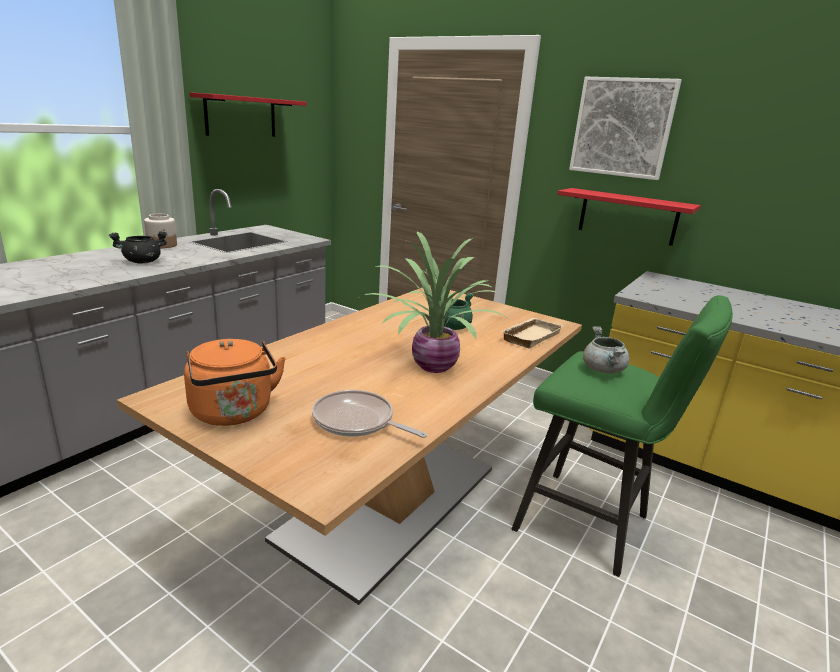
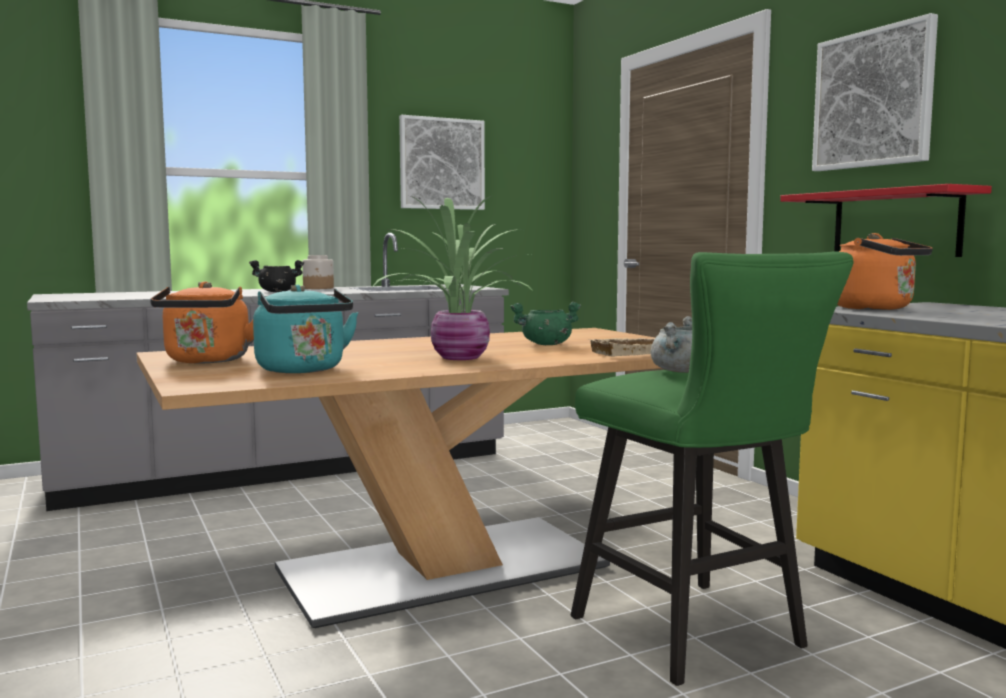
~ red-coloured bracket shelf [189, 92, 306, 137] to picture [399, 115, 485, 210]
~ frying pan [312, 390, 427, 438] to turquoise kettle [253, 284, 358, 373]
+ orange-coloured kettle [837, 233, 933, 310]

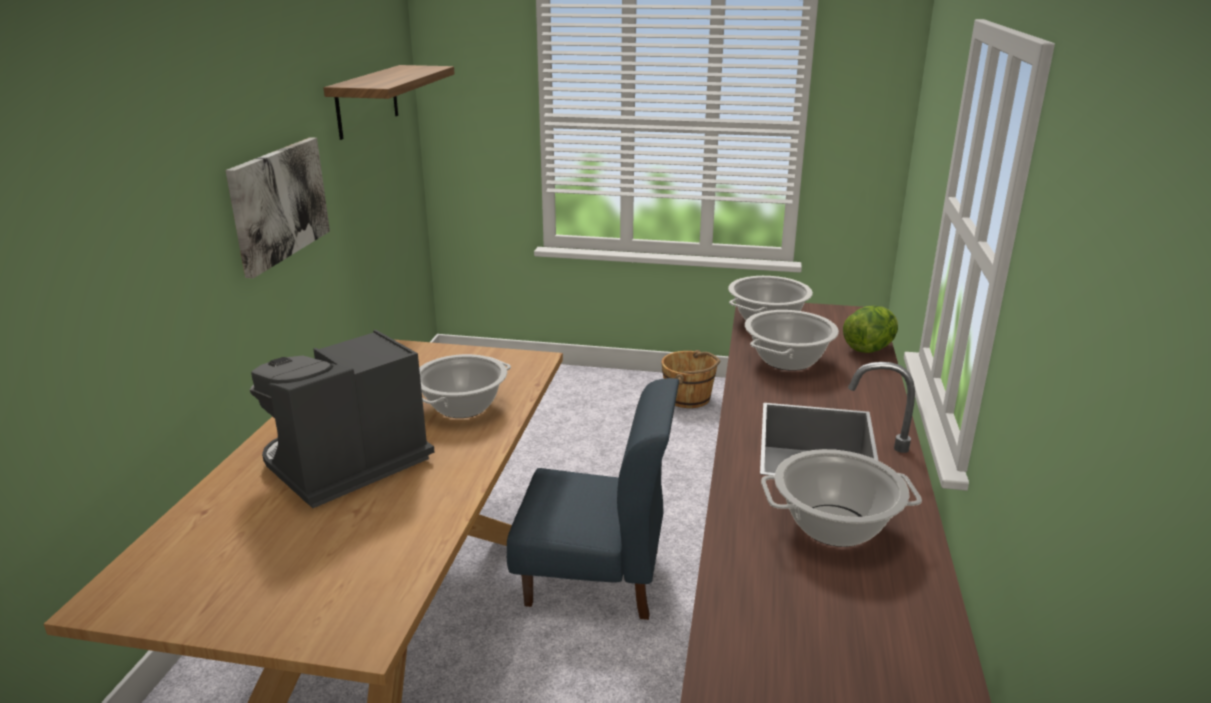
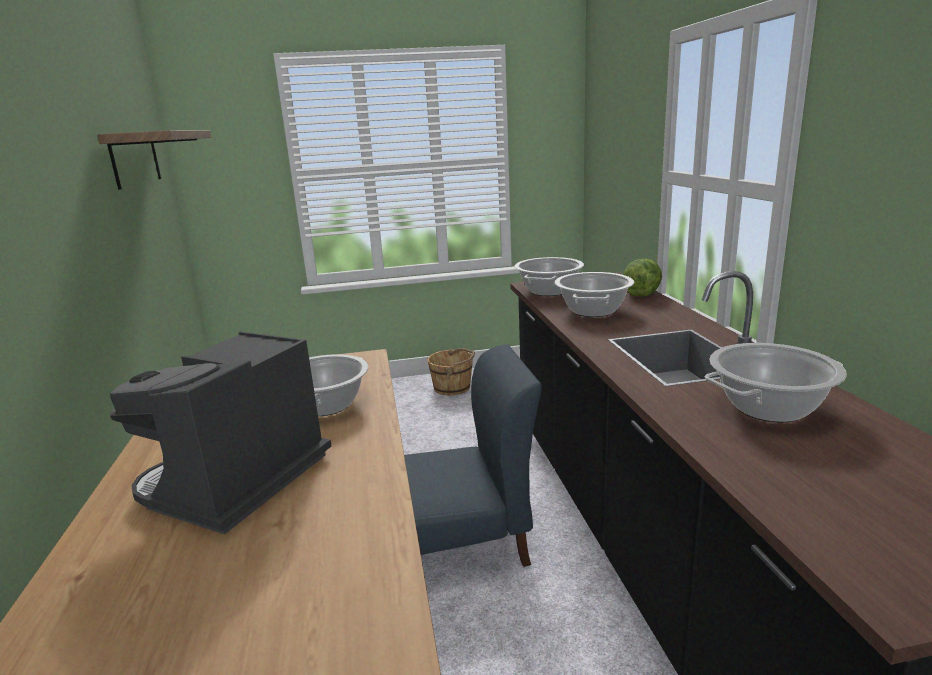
- picture [225, 137, 330, 278]

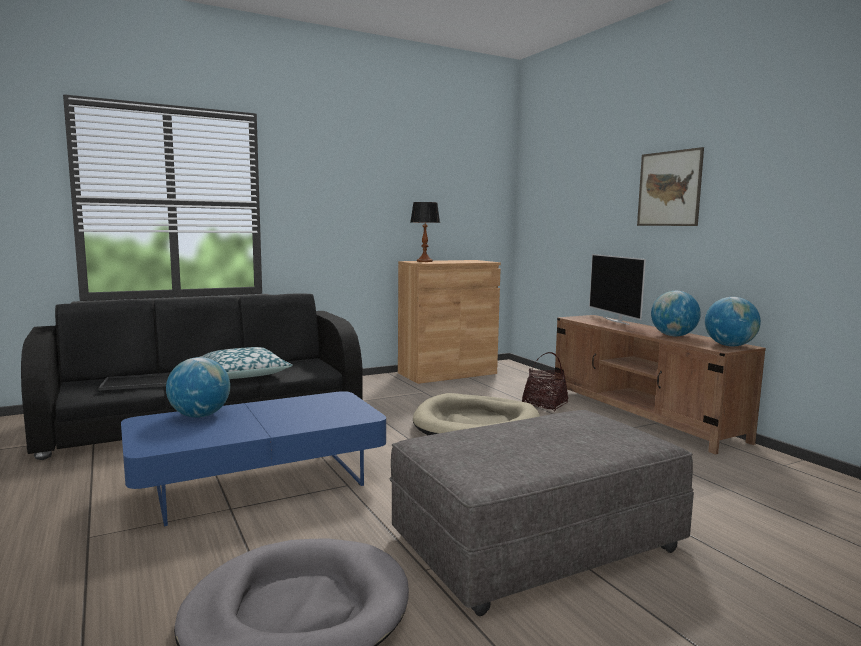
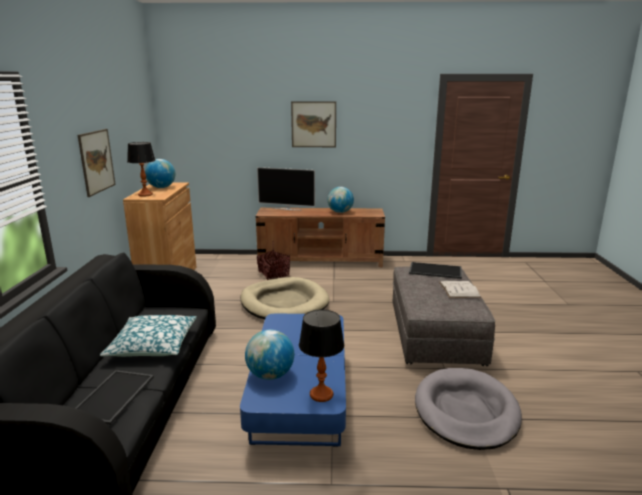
~ desk globe [705, 297, 761, 347] to [145, 159, 176, 188]
+ picture [77, 129, 116, 197]
+ table lamp [299, 310, 344, 402]
+ serving tray [409, 262, 462, 279]
+ whitish volume [439, 281, 481, 298]

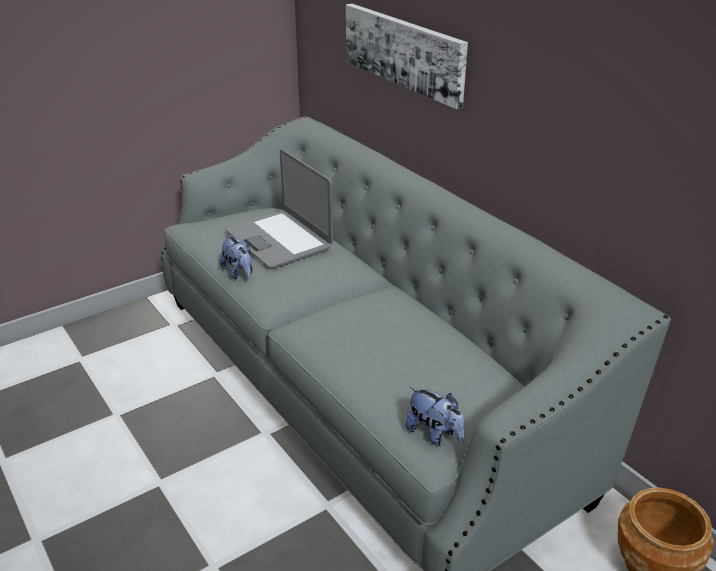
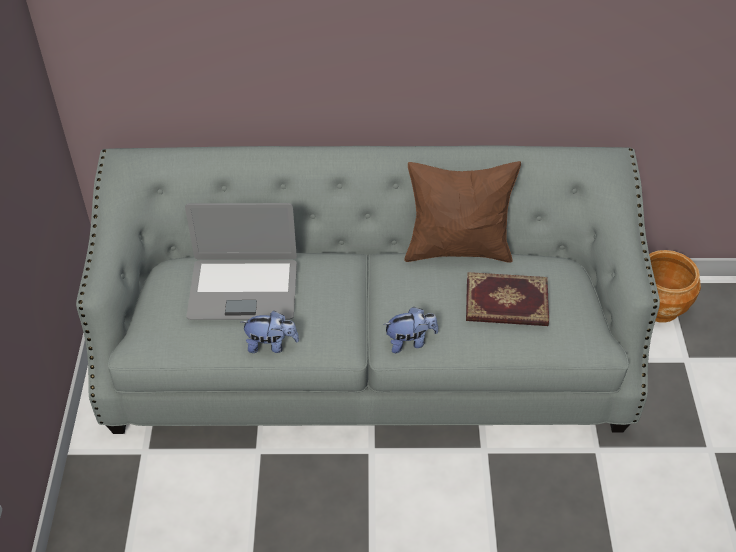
- picture [346, 4, 468, 109]
~ cuddly toy [405, 387, 465, 446] to [383, 307, 438, 353]
+ brownish throw pillow [405, 161, 521, 263]
+ volume [466, 272, 549, 326]

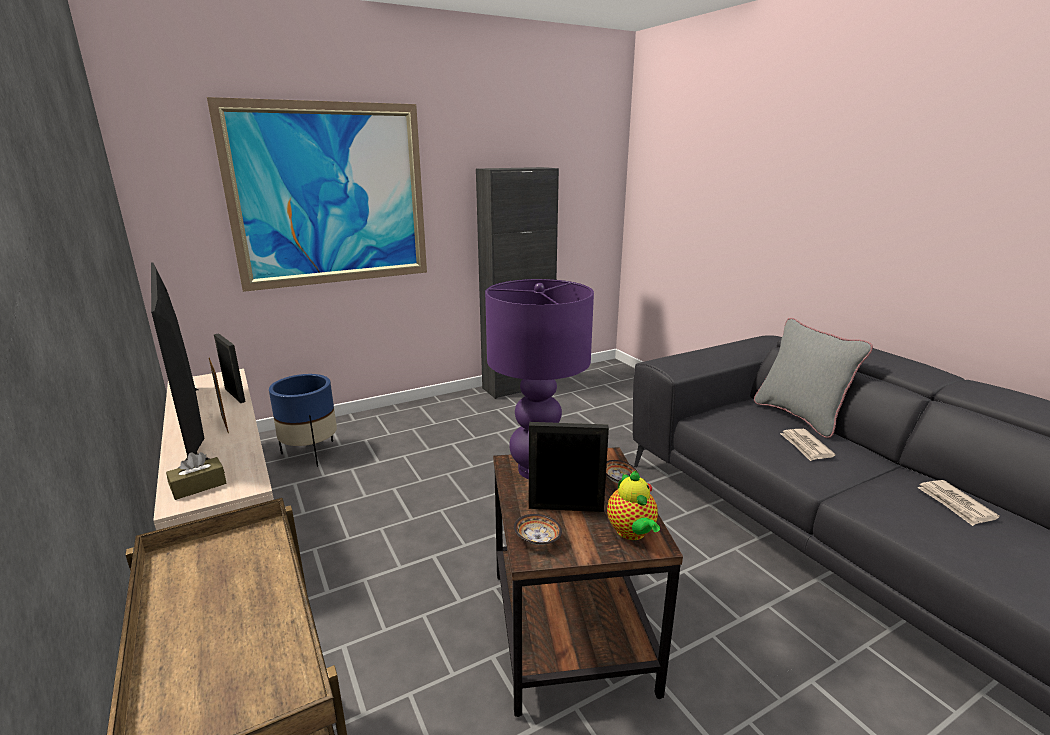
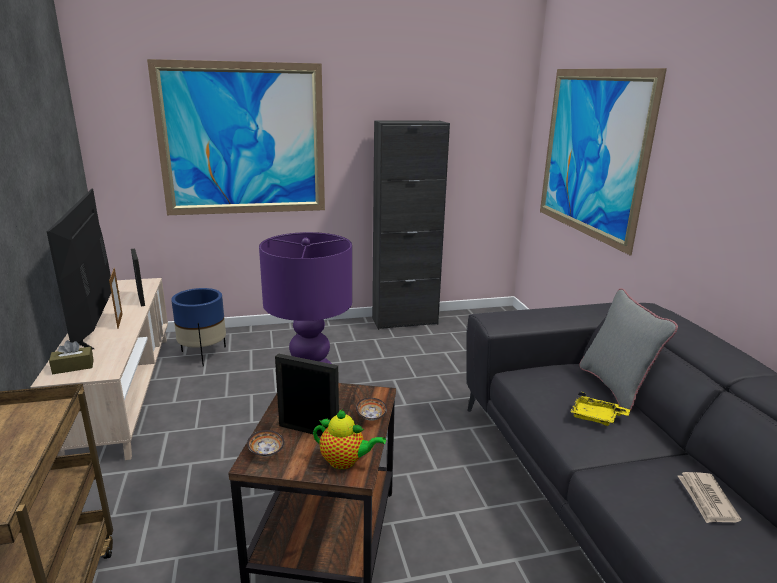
~ teapot [607, 471, 660, 540] = [313, 409, 386, 469] 75 degrees counterclockwise
~ daily paper [780, 429, 836, 461] to yellowish serving tray [570, 391, 630, 426]
+ picture [540, 68, 667, 256]

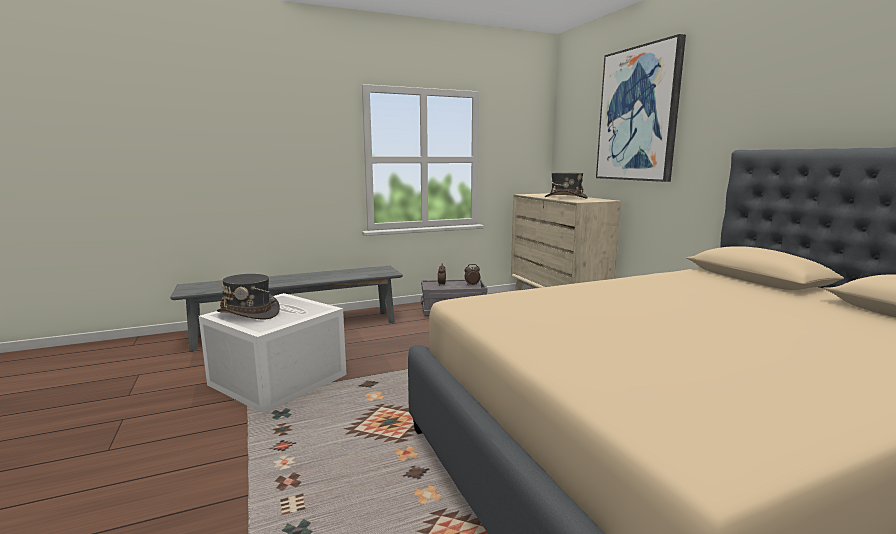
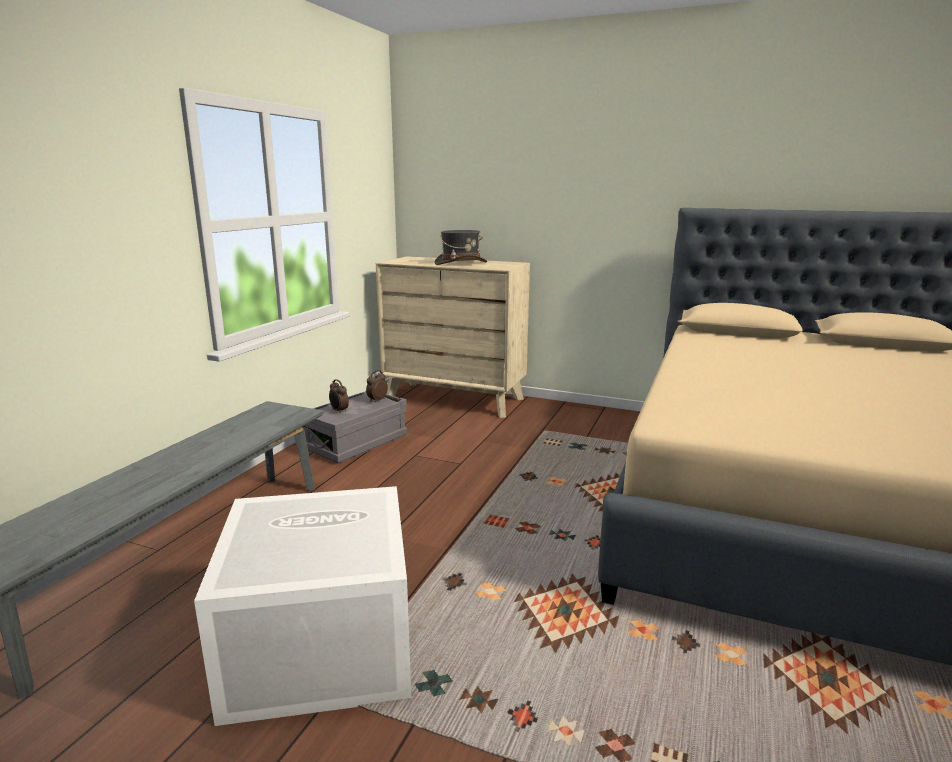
- gray hat [217, 274, 280, 320]
- picture [596, 34, 686, 182]

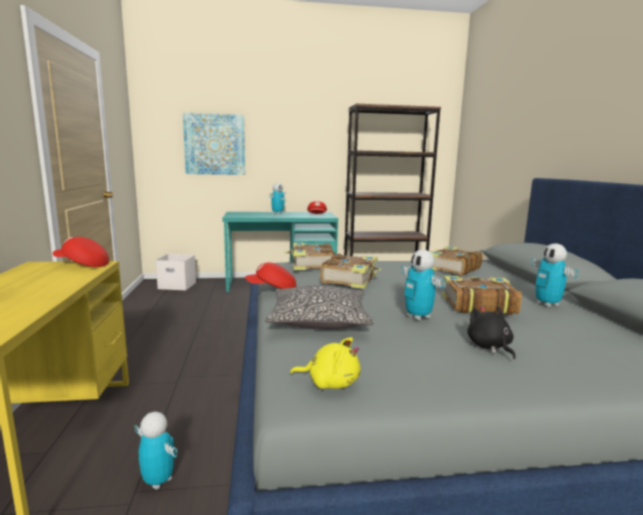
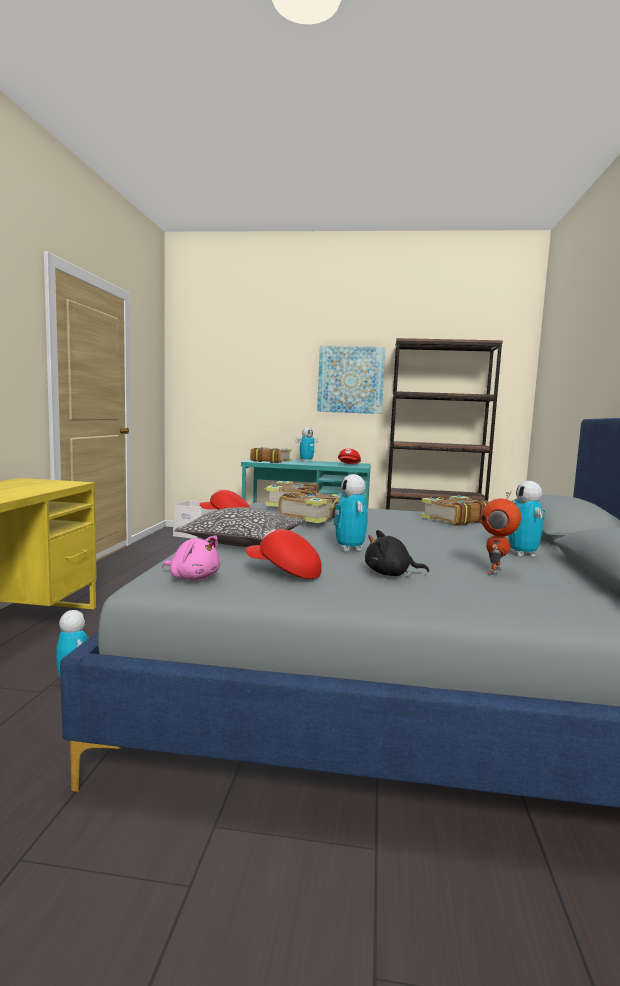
~ red-coloured cap [53, 237, 109, 267] to [246, 529, 322, 579]
~ picture [183, 113, 245, 175] to [317, 345, 386, 414]
~ yellowish cuddly toy [290, 337, 361, 389] to pink cuddly toy [162, 535, 220, 580]
~ volume [442, 276, 522, 315] to [250, 447, 292, 463]
~ black-coloured cuddly toy [467, 306, 515, 359] = [365, 530, 429, 576] 90 degrees counterclockwise
+ toy robot [481, 491, 521, 576]

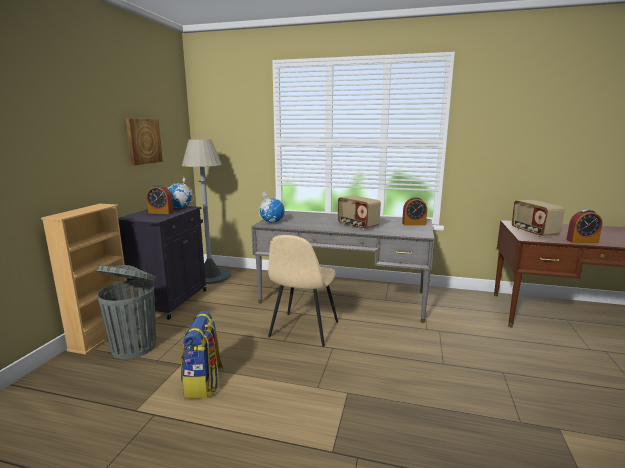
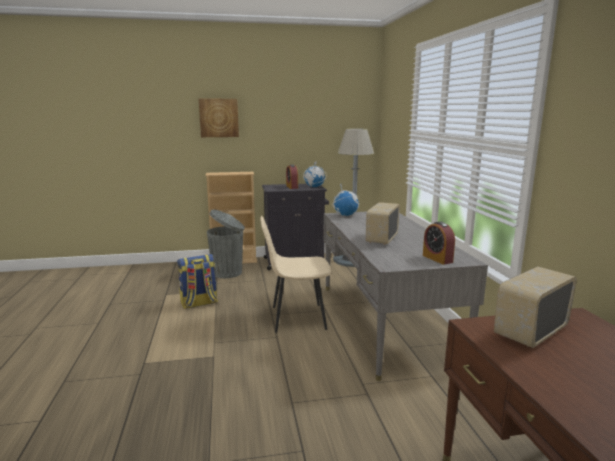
~ picture [126, 118, 163, 165] to [199, 99, 239, 137]
- alarm clock [566, 210, 603, 243]

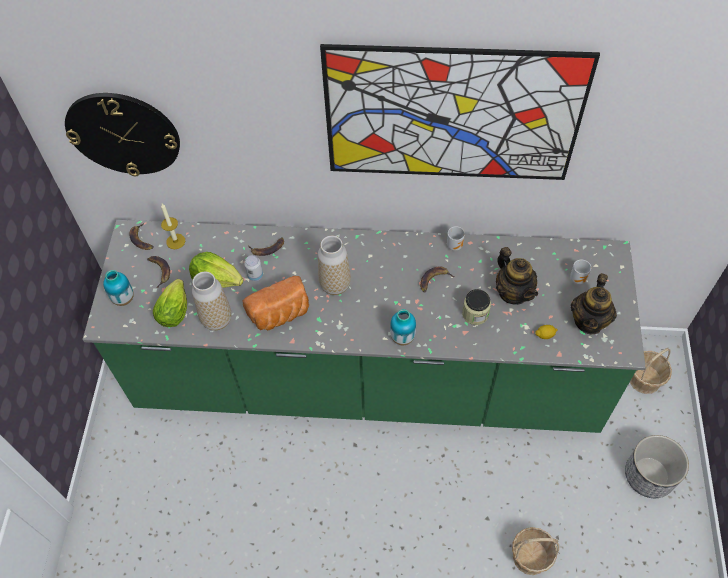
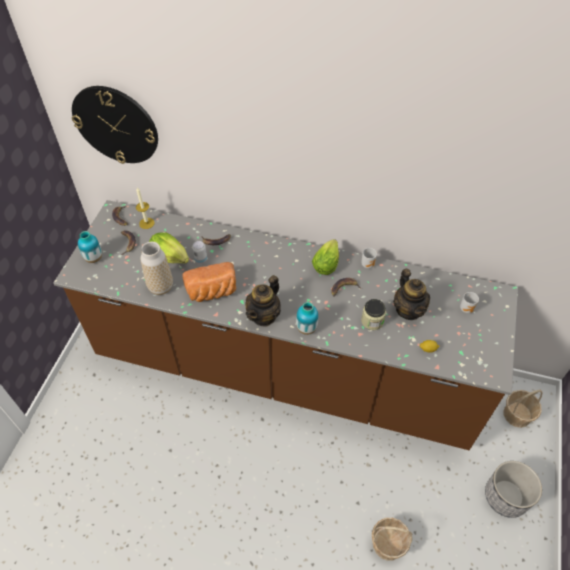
~ green-coloured kitchen counter [83, 220, 646, 433] to brownish kitchen counter [53, 200, 518, 450]
~ lettuce [153, 279, 187, 327] to [312, 239, 339, 275]
- flower vase [318, 235, 351, 295]
- picture [320, 44, 600, 180]
~ teapot [571, 273, 617, 335] to [245, 275, 281, 327]

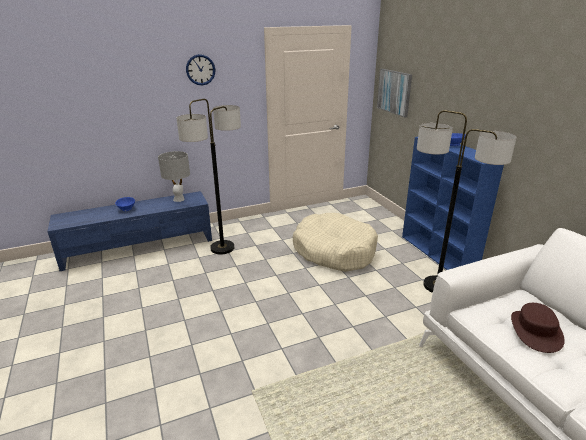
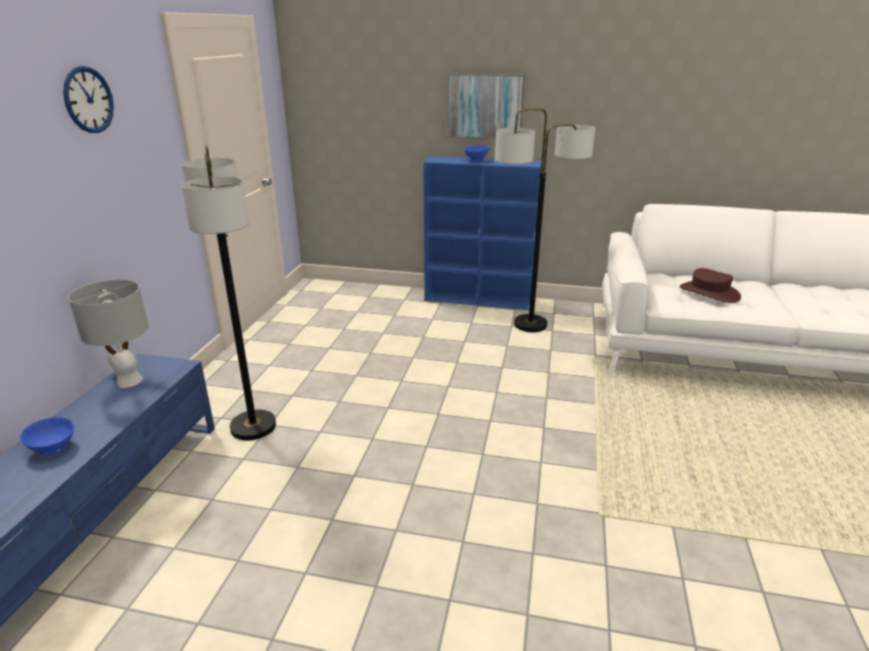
- beige-coloured dog bed [293, 213, 378, 272]
~ picture [377, 69, 412, 118] to [447, 73, 525, 139]

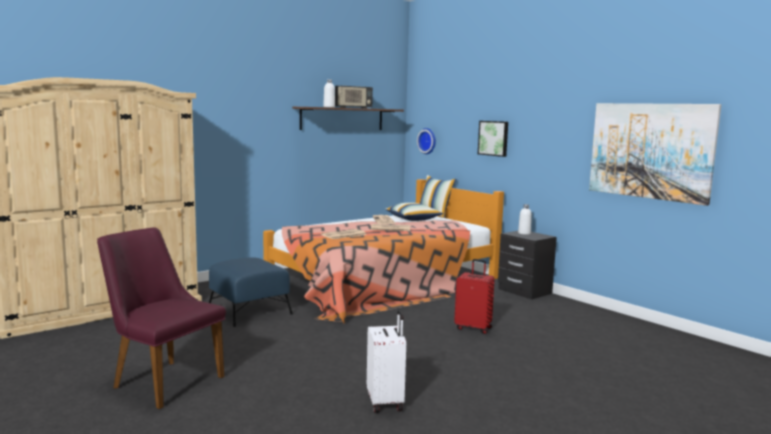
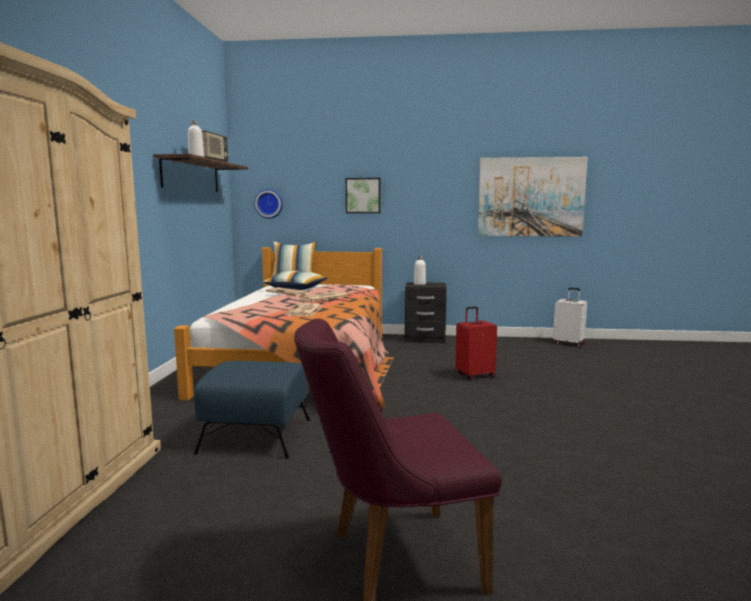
~ whitish travel case [367, 310, 406, 413] to [553, 287, 587, 347]

